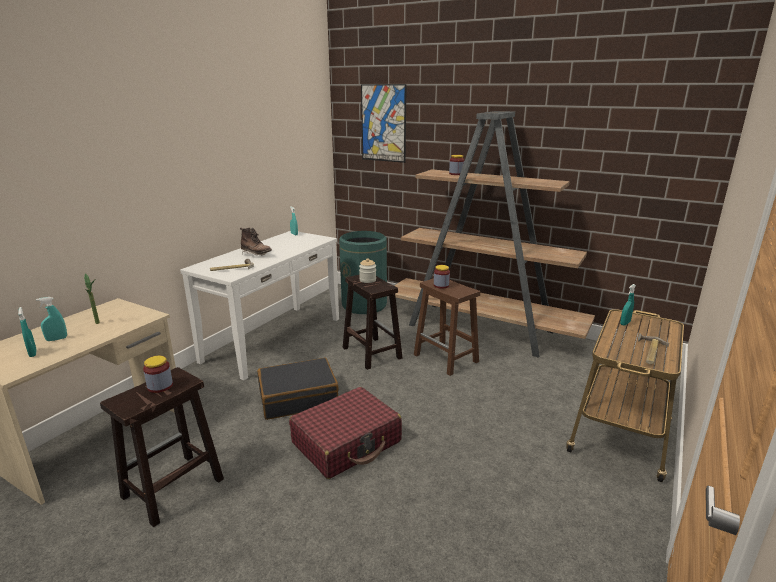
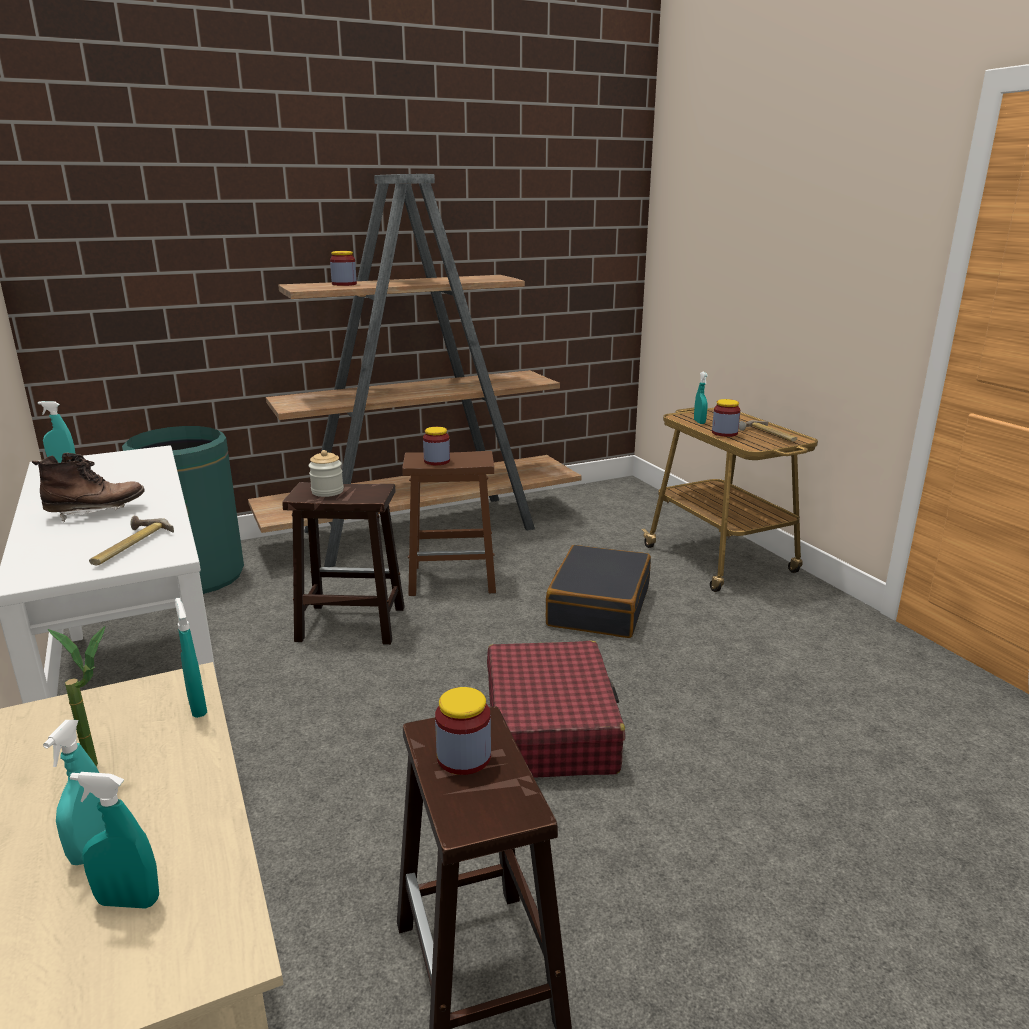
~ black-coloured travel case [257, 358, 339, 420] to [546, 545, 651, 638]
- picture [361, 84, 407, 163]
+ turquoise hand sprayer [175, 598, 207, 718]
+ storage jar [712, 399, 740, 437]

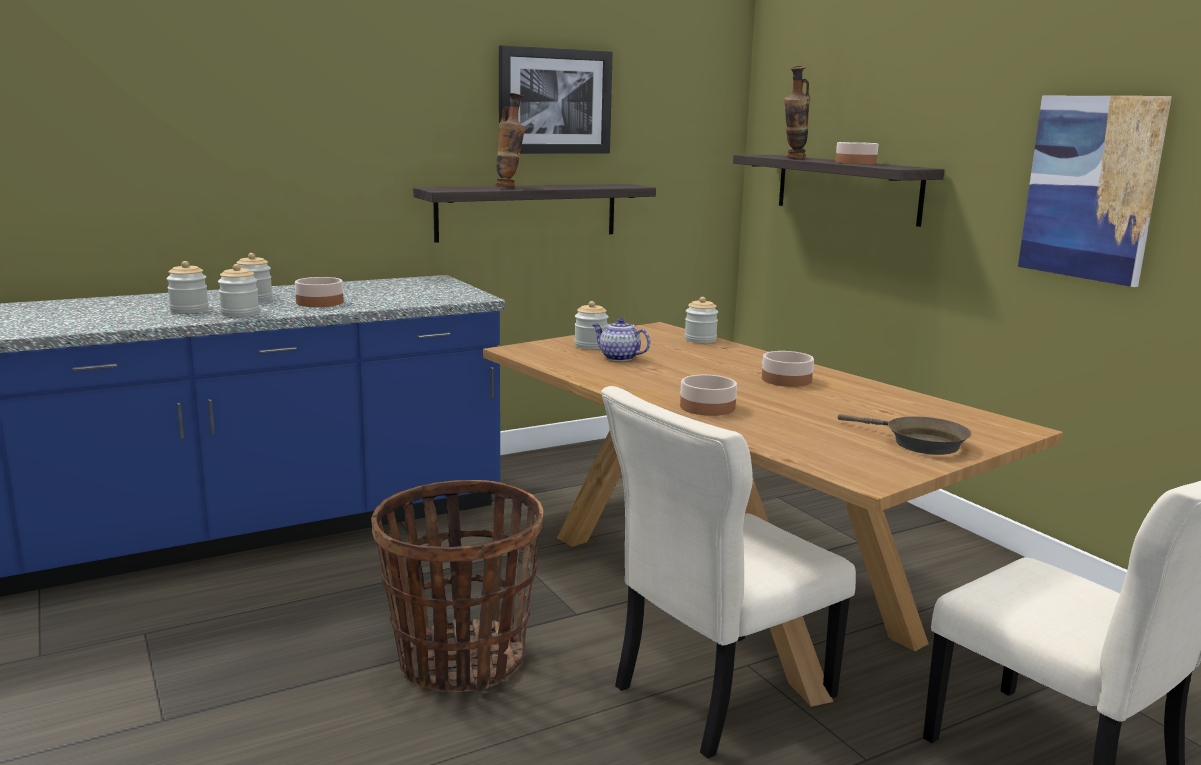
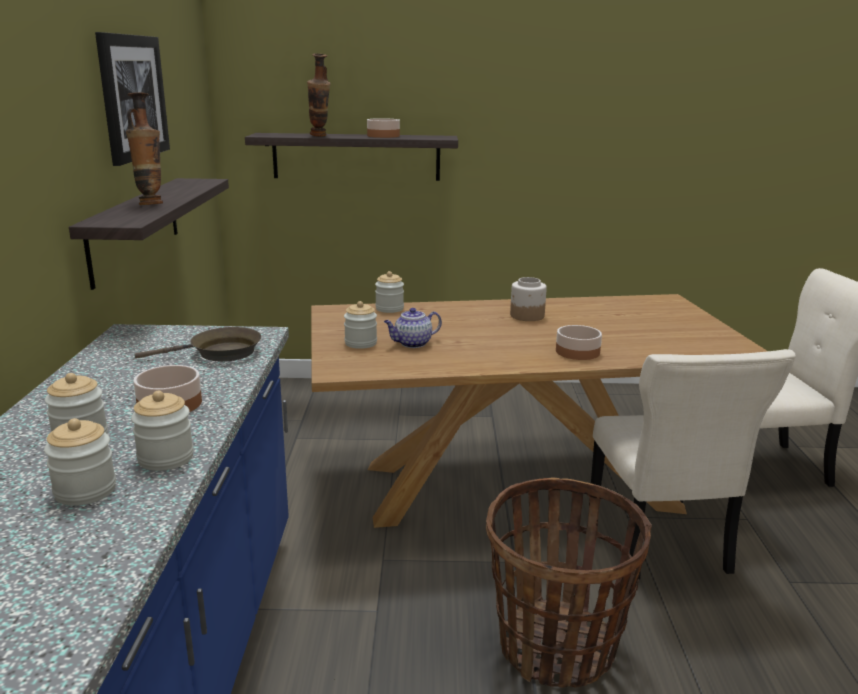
~ bowl [762, 351, 814, 387] to storage jar [510, 277, 547, 321]
~ brownish frying pan [838, 414, 972, 455] to [134, 327, 261, 361]
- picture [1018, 96, 1172, 287]

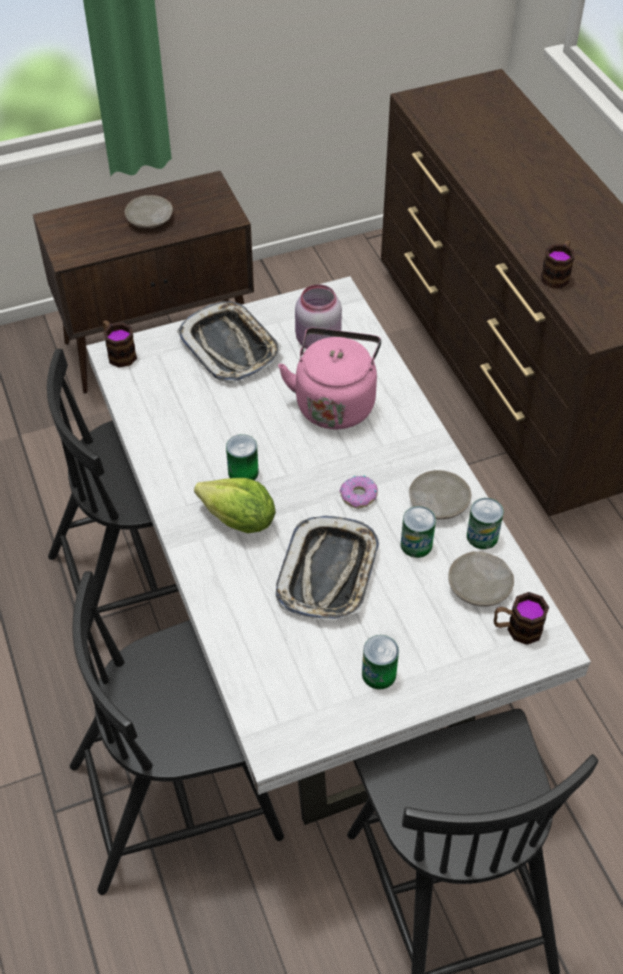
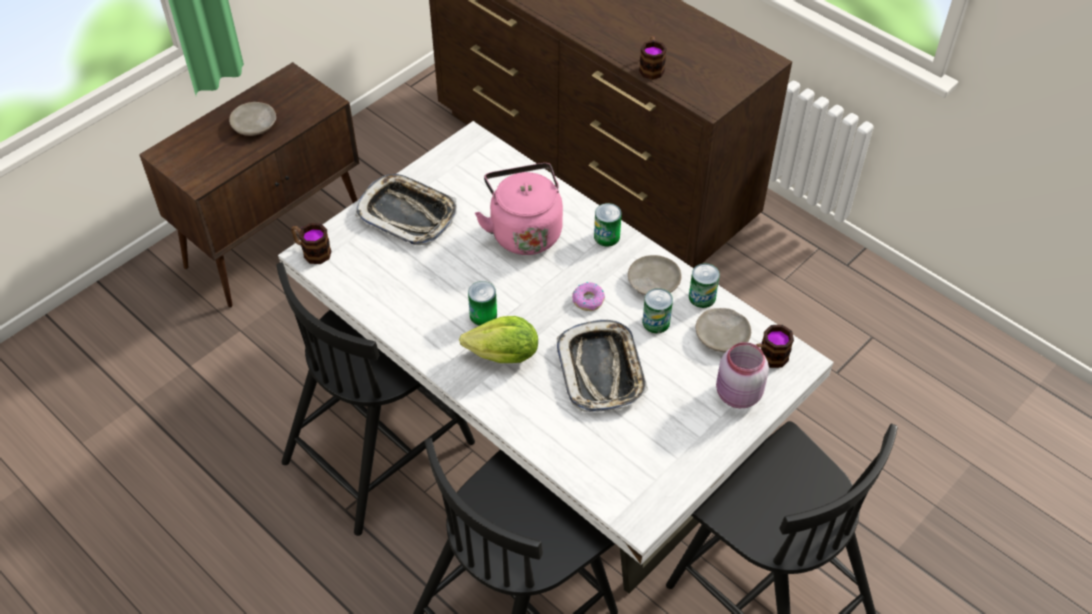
~ pink storage jar [295, 284, 342, 349] to [716, 342, 769, 408]
~ can [362, 635, 399, 689] to [594, 203, 622, 246]

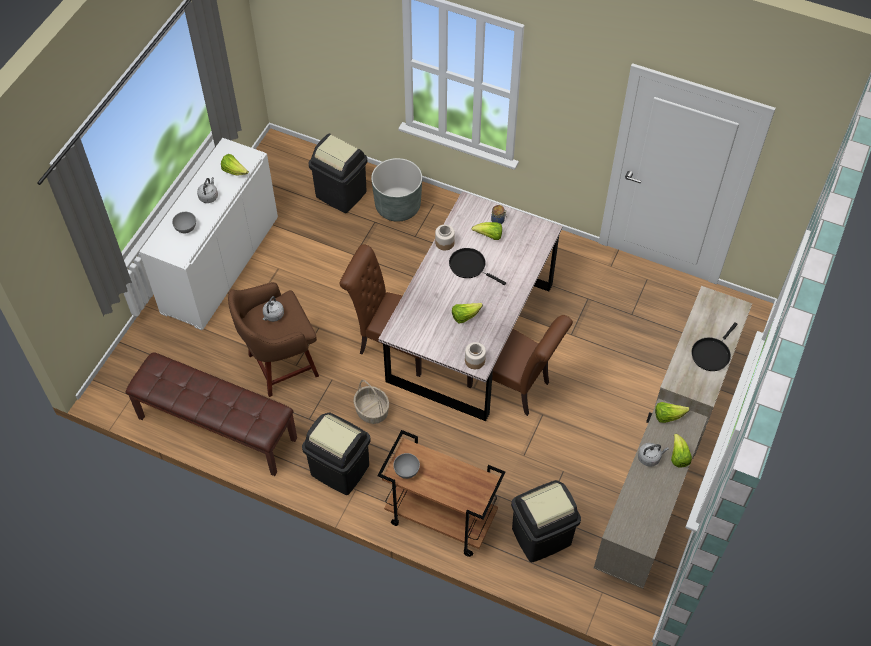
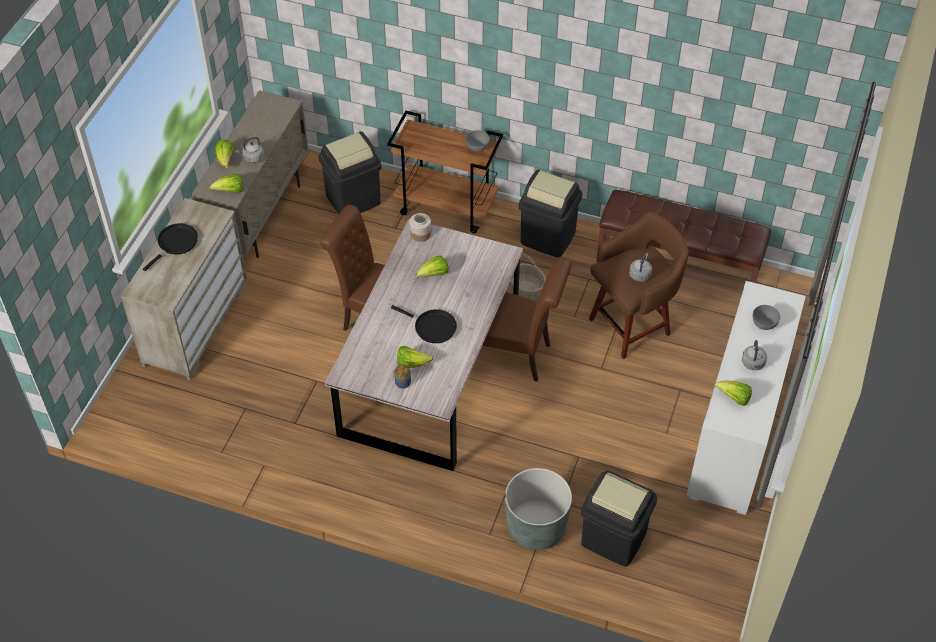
- storage jar [435, 225, 455, 251]

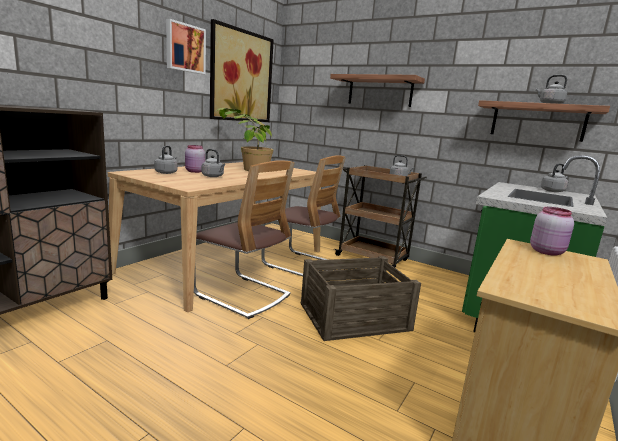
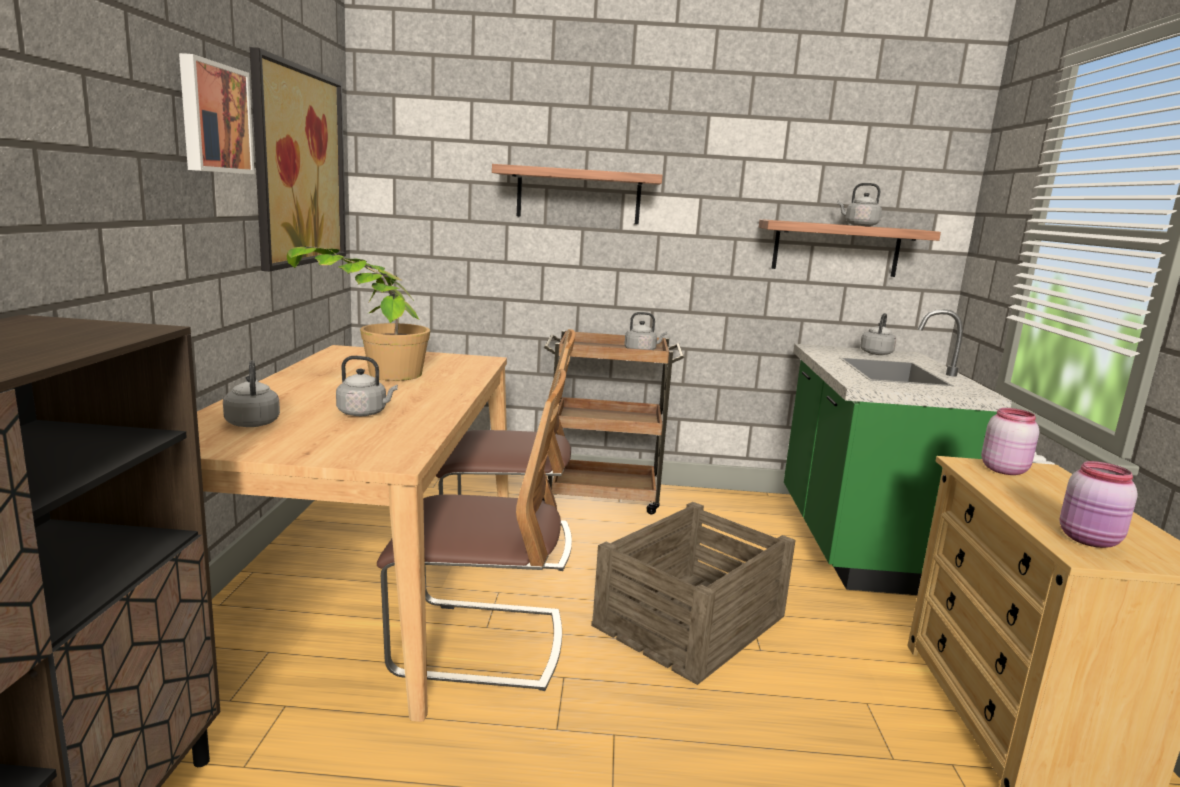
~ pink storage jar [185, 145, 205, 173] to [1060, 461, 1137, 548]

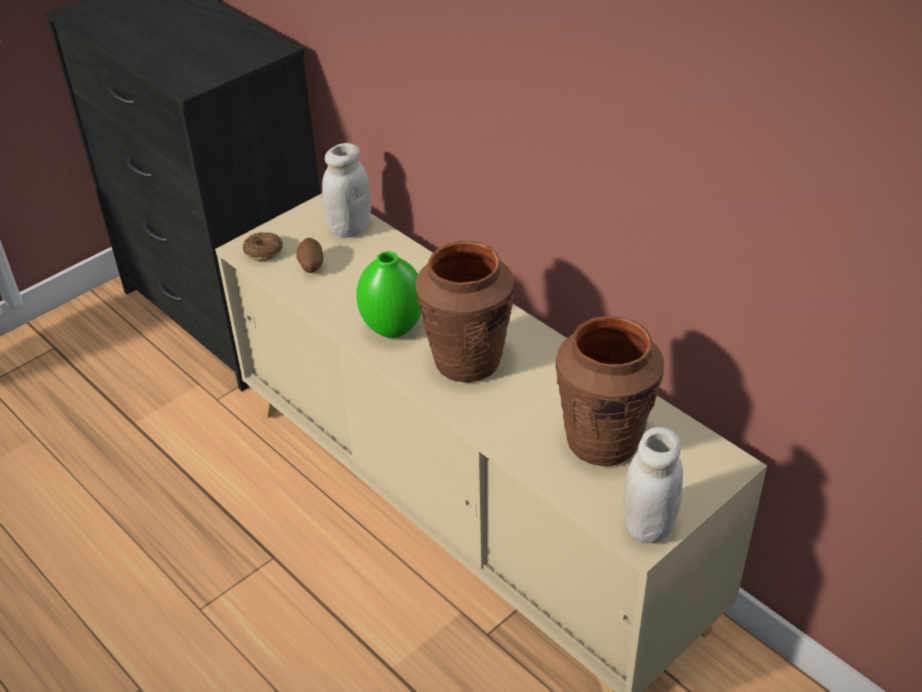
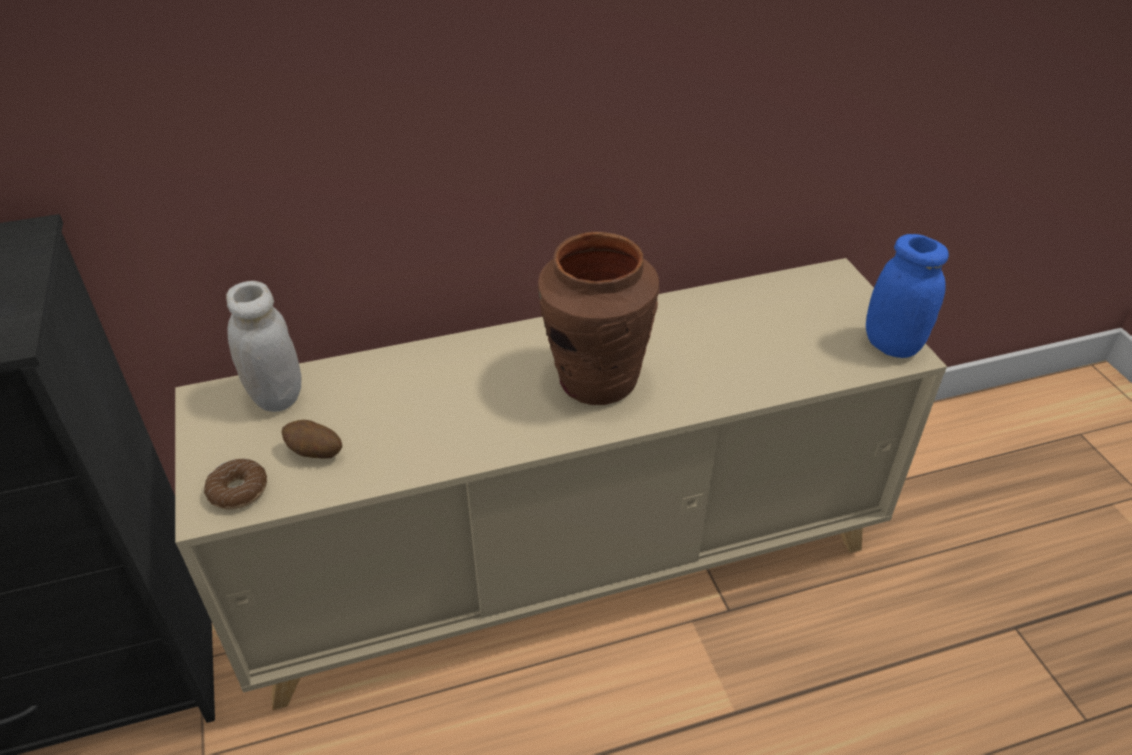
- green-coloured flower vase [356, 251, 422, 338]
- brownish flower vase [555, 316, 664, 466]
~ whitish storage jar [623, 427, 683, 544] to blue-coloured storage jar [866, 234, 949, 358]

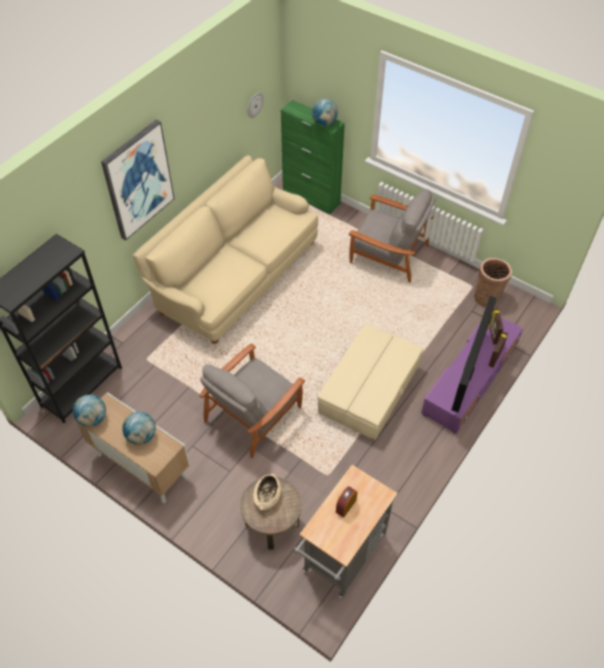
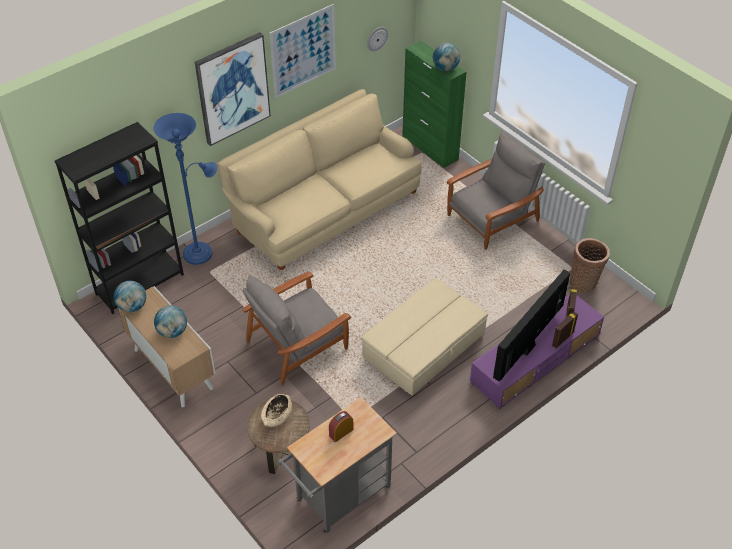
~ gray easy chair [348, 189, 436, 283] = [446, 132, 545, 250] 75 degrees counterclockwise
+ blue-coloured floor lamp [153, 113, 217, 265]
+ picture [270, 4, 336, 98]

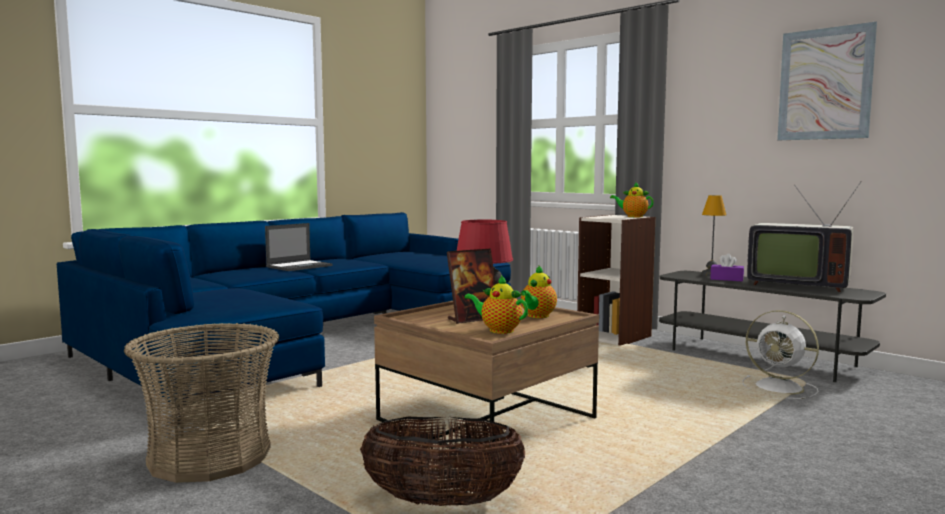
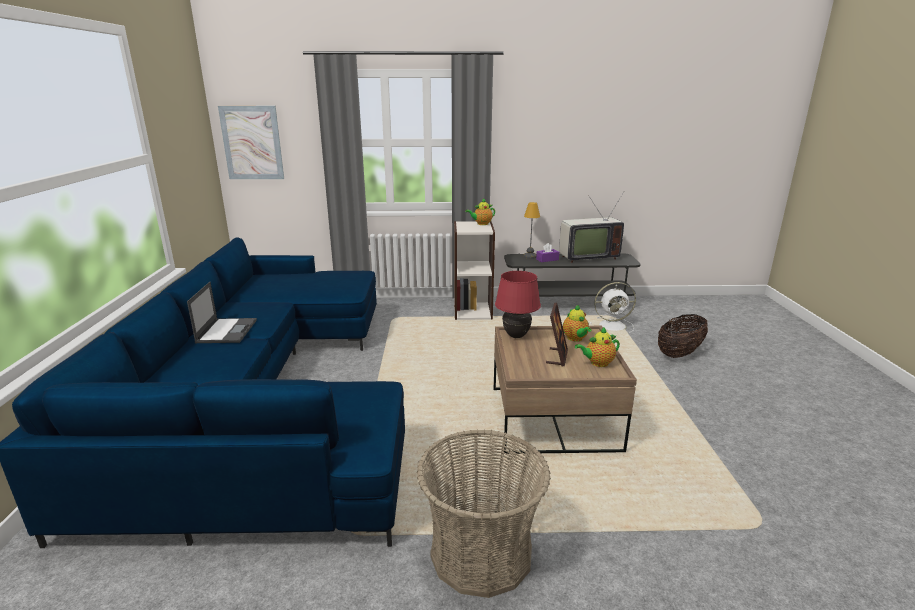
~ basket [360, 417, 525, 506] to [658, 314, 708, 358]
~ picture [777, 22, 877, 140] to [218, 106, 284, 179]

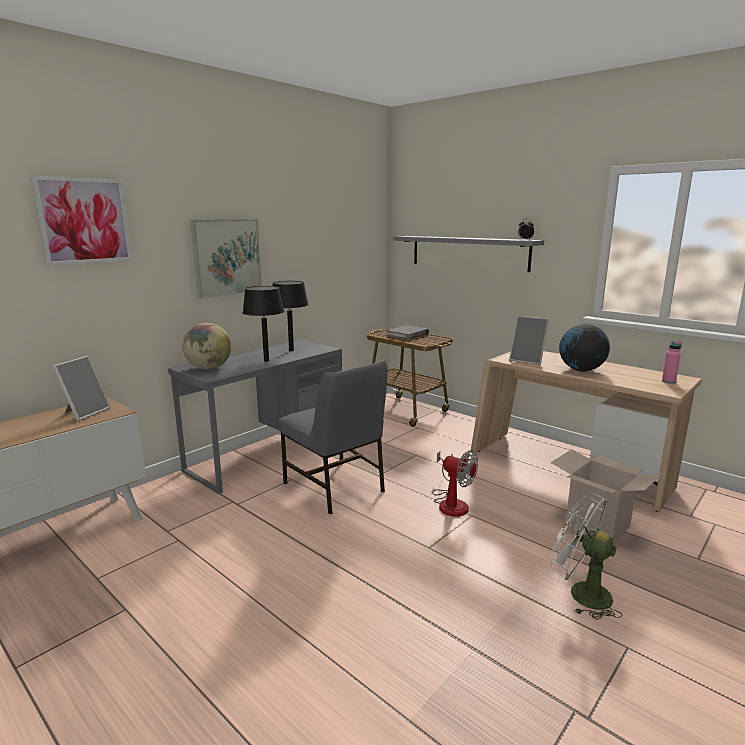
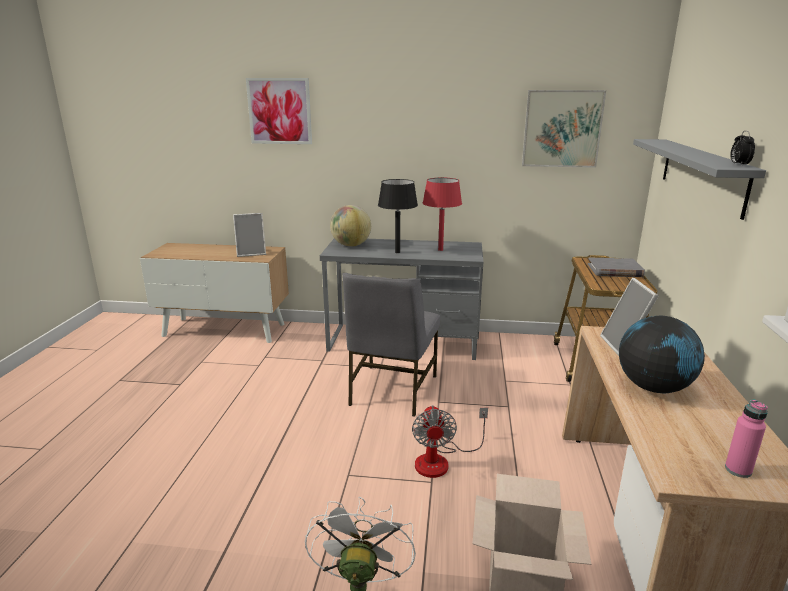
~ picture [190, 219, 262, 299] to [522, 90, 606, 168]
~ black-coloured table lamp [272, 281, 309, 351] to red-coloured table lamp [423, 178, 462, 251]

